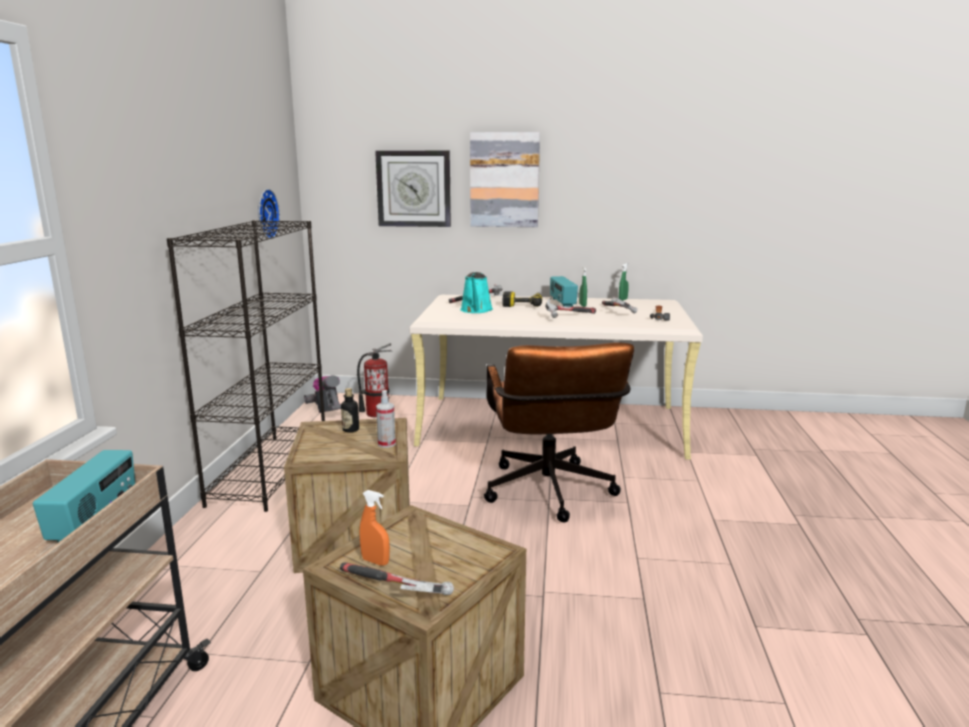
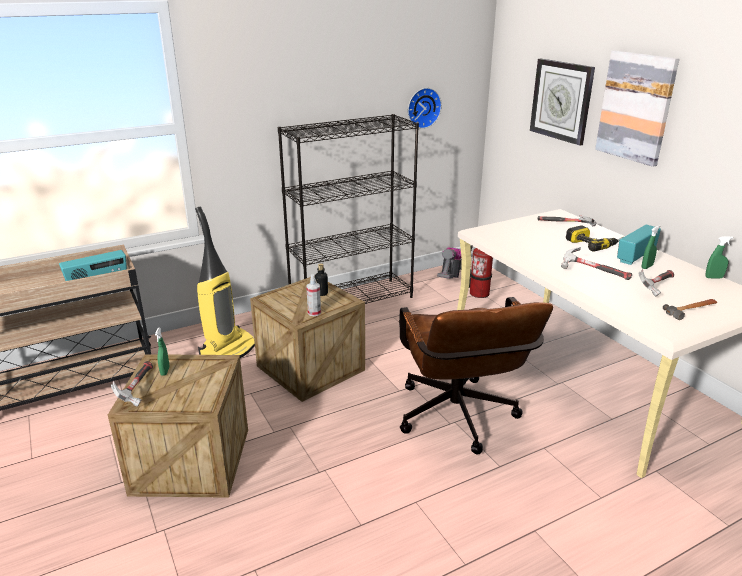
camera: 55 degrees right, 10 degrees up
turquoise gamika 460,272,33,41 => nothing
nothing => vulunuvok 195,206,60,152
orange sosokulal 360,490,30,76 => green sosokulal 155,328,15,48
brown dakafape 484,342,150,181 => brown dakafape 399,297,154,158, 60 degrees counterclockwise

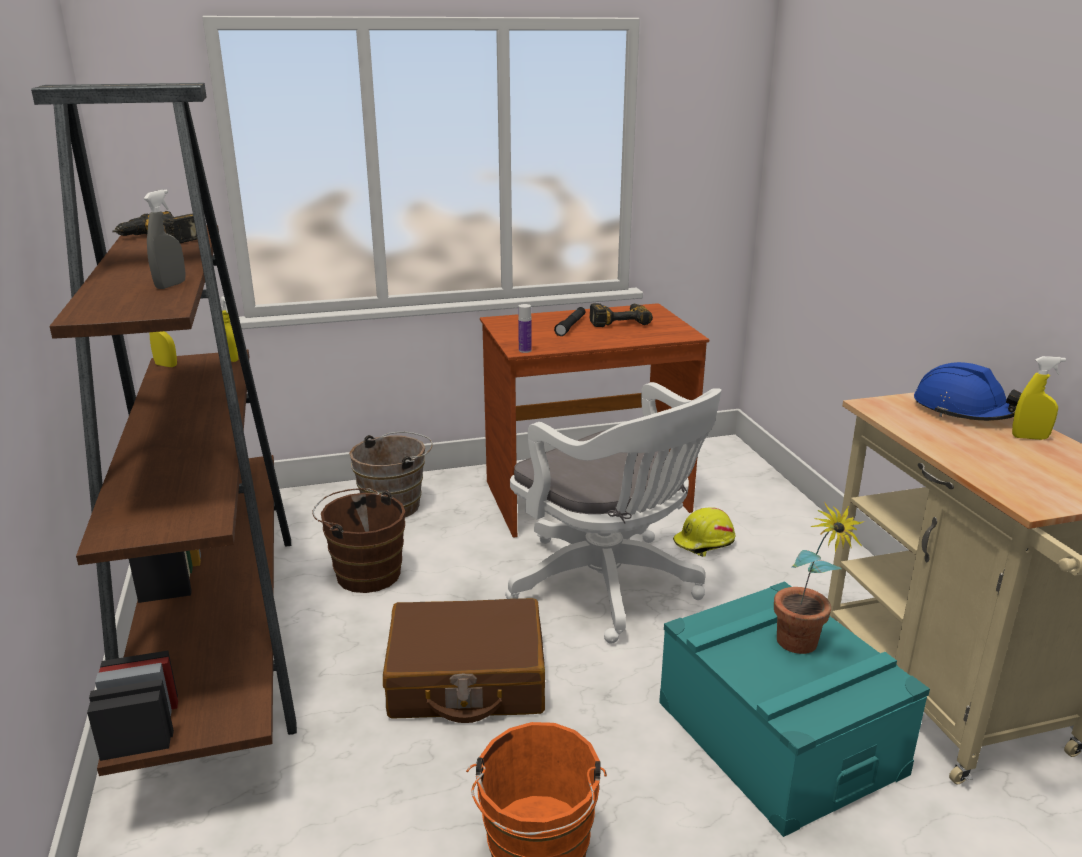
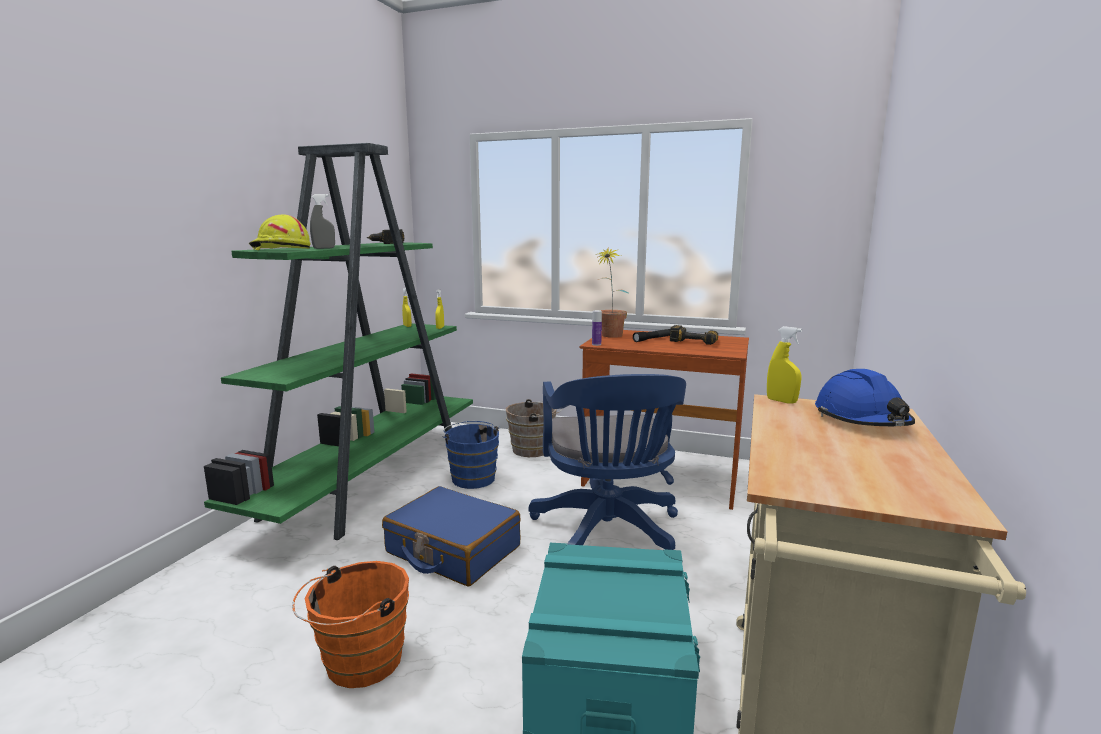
camera: 35 degrees right, 10 degrees down
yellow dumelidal 673,507,63,50 => yellow dumelidal 249,214,62,36, moved
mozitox 774,502,91,152 => mozitox 595,247,35,91, moved
yellow sosokulal 1012,356,54,84 => yellow sosokulal 767,326,35,78, moved
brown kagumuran 31,83,266,693 => green kagumuran 204,143,269,397
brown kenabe 312,488,93,105 => blue kenabe 442,421,58,68
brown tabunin 383,598,162,125 => blue tabunin 382,486,139,100
white dakafape 505,382,216,262 => blue dakafape 529,374,157,176

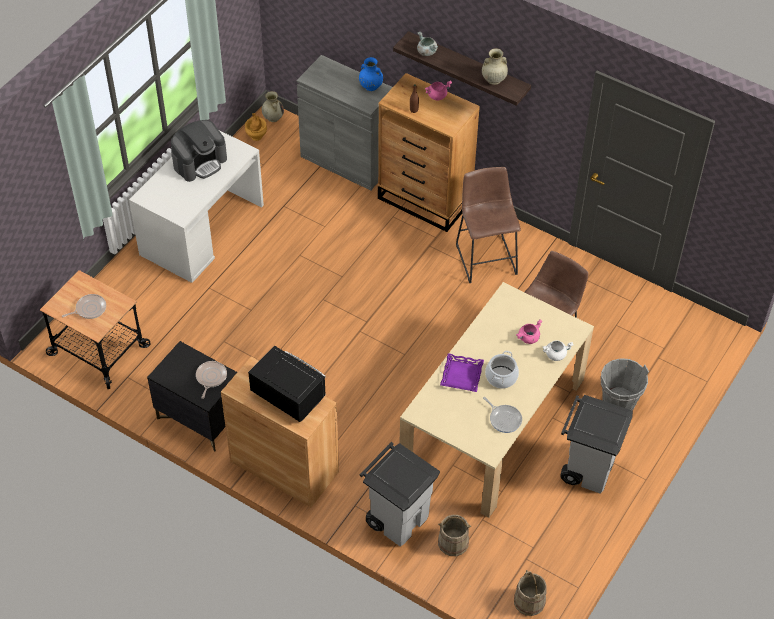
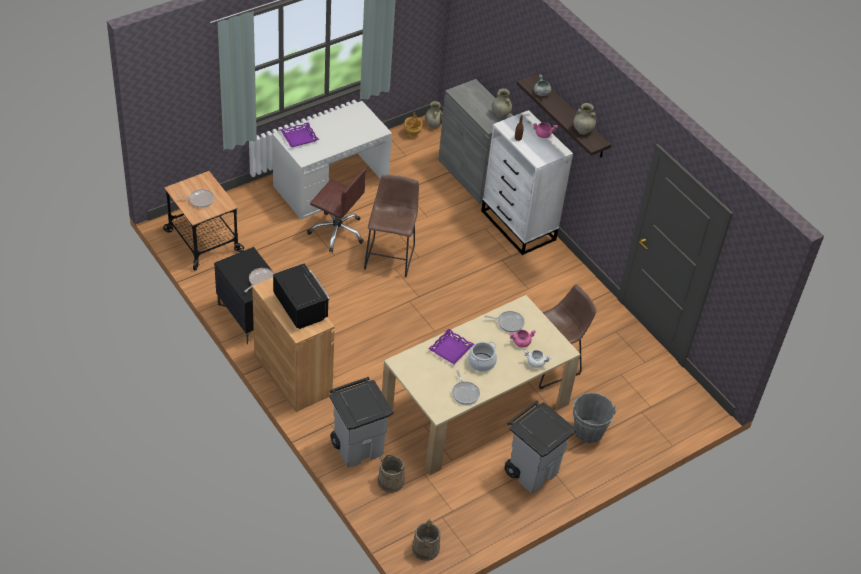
camera: 20 degrees right, 5 degrees down
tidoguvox 171,120,56,62 => nothing
nothing => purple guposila 280,122,39,25
nothing => brown dakafape 307,168,59,84
nothing => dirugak 484,311,41,21
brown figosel 456,167,65,116 => brown figosel 364,174,55,103, moved
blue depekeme 359,57,24,34 => beige depekeme 492,88,21,30
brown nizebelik 378,73,102,159 => white nizebelik 481,110,92,145

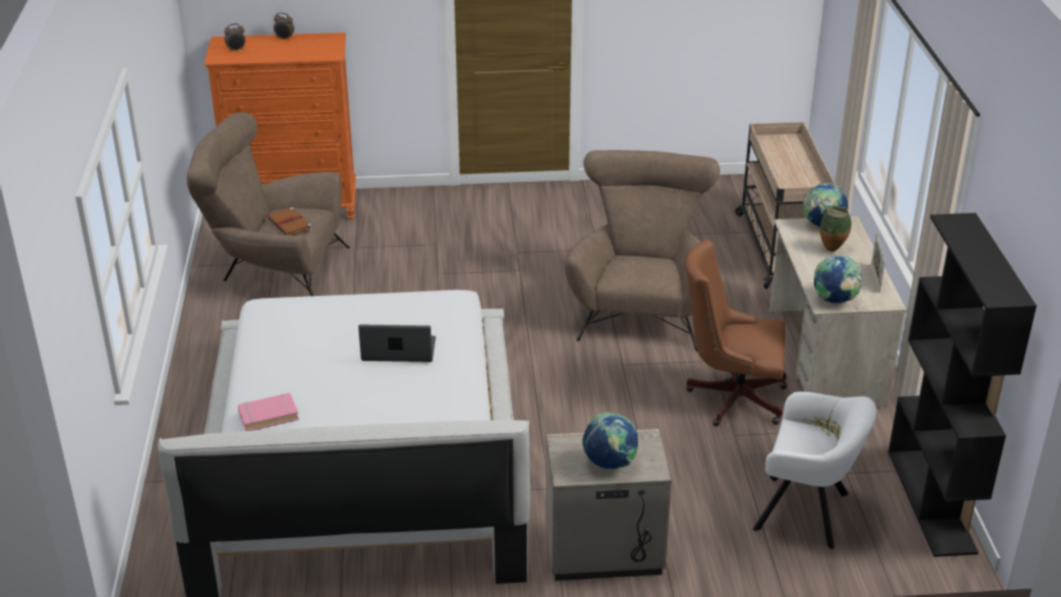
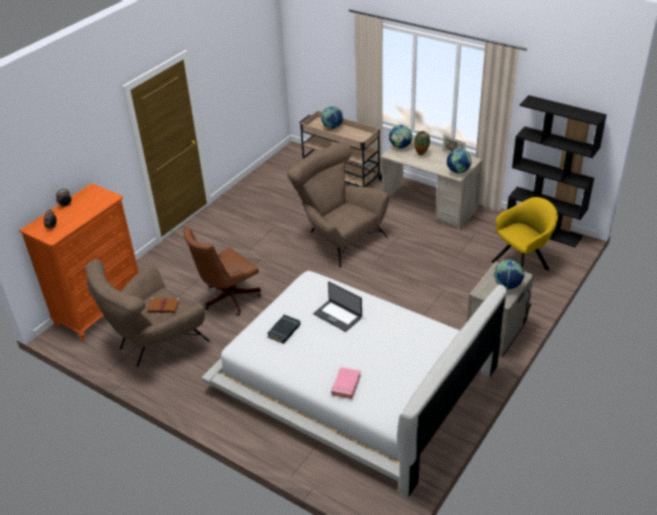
camera: 50 degrees left, 5 degrees up
nothing => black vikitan 267,315,33,29
nothing => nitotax 321,106,22,23
brown dakafape 684,240,103,186 => brown dakafape 184,227,77,89, moved
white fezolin 753,392,124,157 => yellow fezolin 491,197,67,73
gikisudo 358,325,78,37 => gikisudo 313,281,49,51, 90 degrees counterclockwise

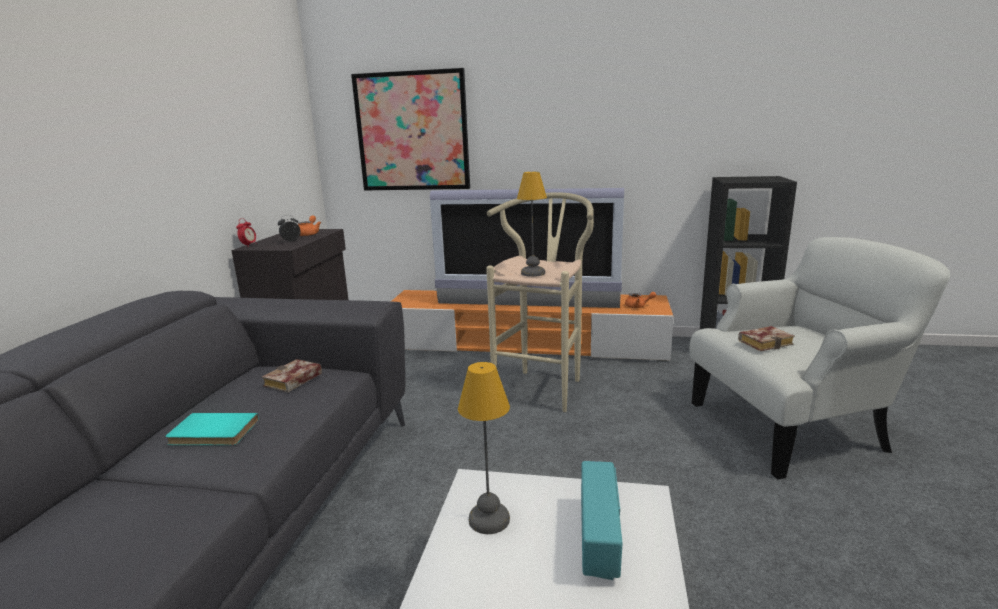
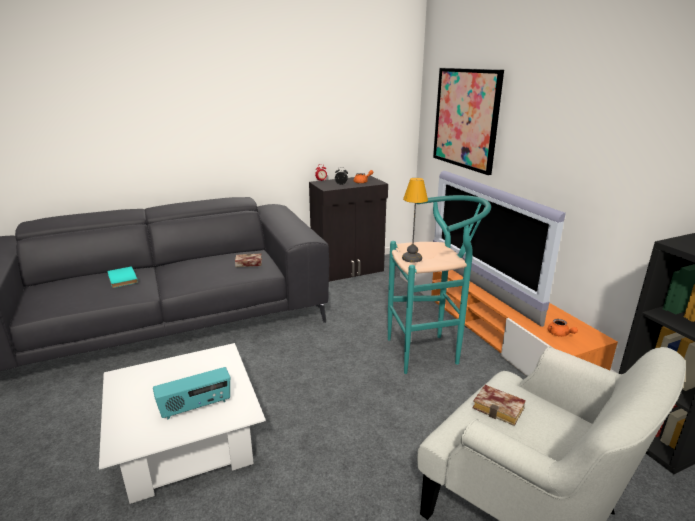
camera: 55 degrees right, 5 degrees up
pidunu 458,362,52,172 => nothing
turquoise vikitan 165,413,94,32 => turquoise vikitan 108,266,30,22, moved
beige figosel 486,192,108,220 => turquoise figosel 388,195,103,179

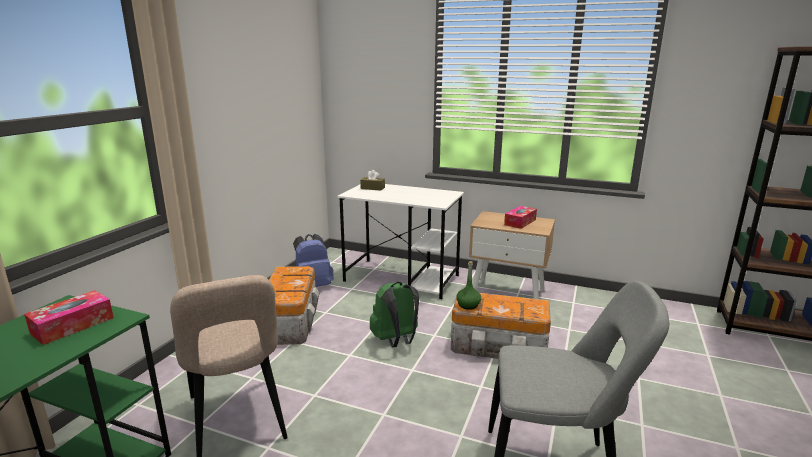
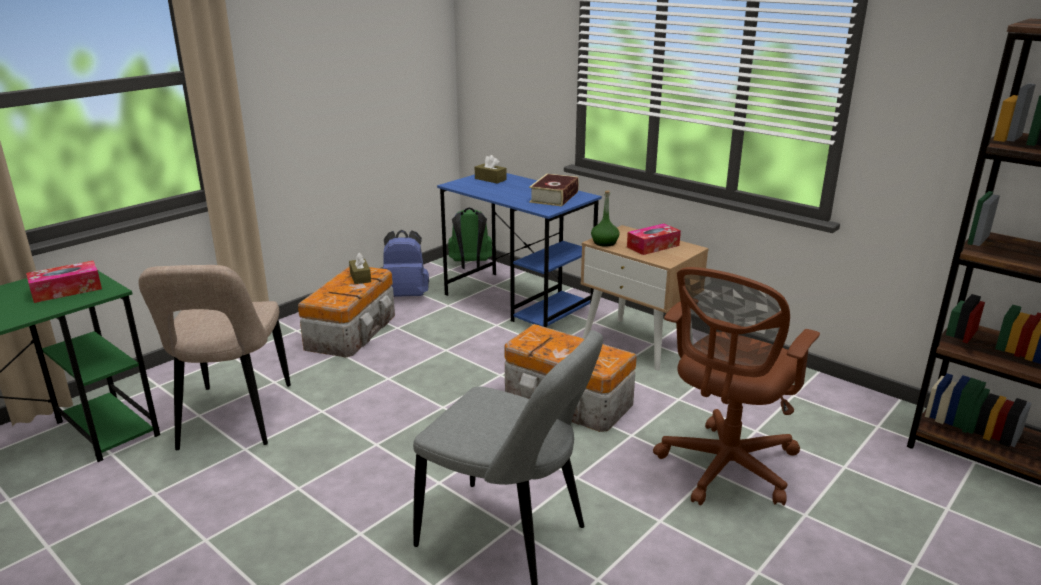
camera: 20 degrees right, 5 degrees up
nothing => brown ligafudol 349,253,22,31
nothing => vikitan 529,174,50,32
nothing => brown dakafape 653,267,167,238
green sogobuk 370,282,49,65 => green sogobuk 448,207,44,62, moved
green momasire 456,261,25,49 => green momasire 591,190,29,57, moved
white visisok 337,184,127,115 => blue visisok 437,173,165,155

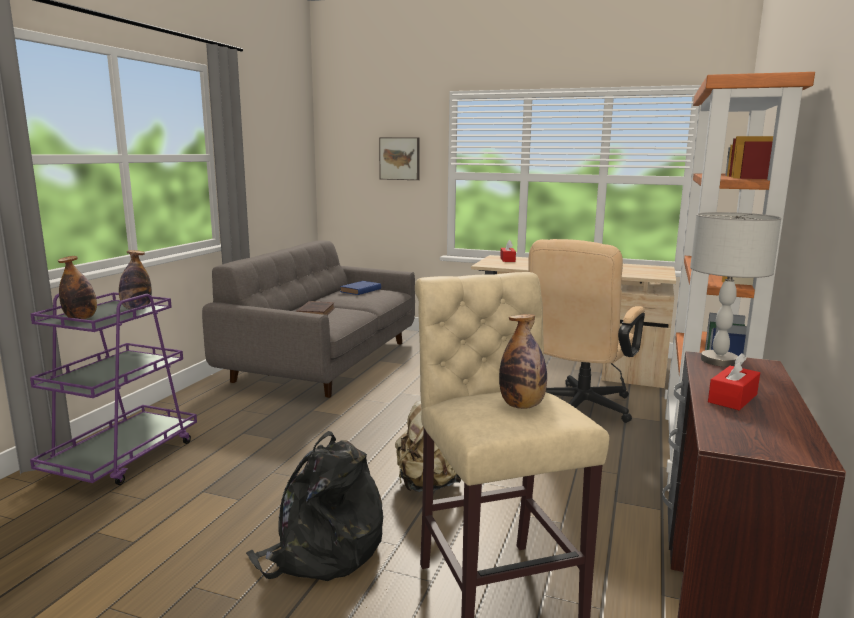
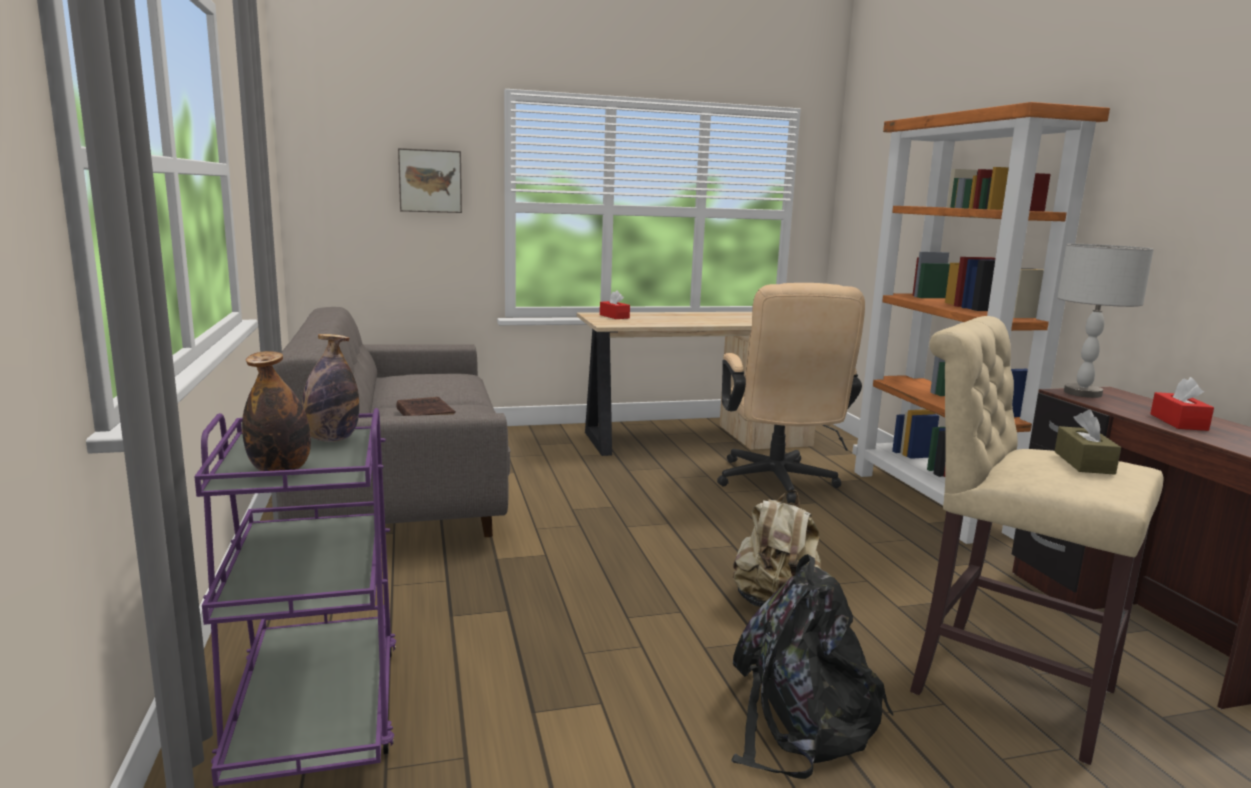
camera: 35 degrees left, 0 degrees up
blue vikitan 340,281,41,14 => nothing
momasire 499,314,48,95 => brown ligafudol 1055,410,66,65

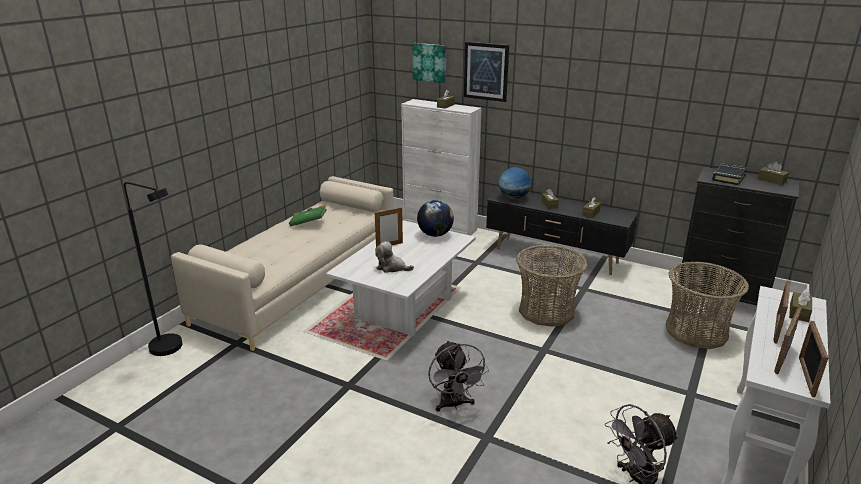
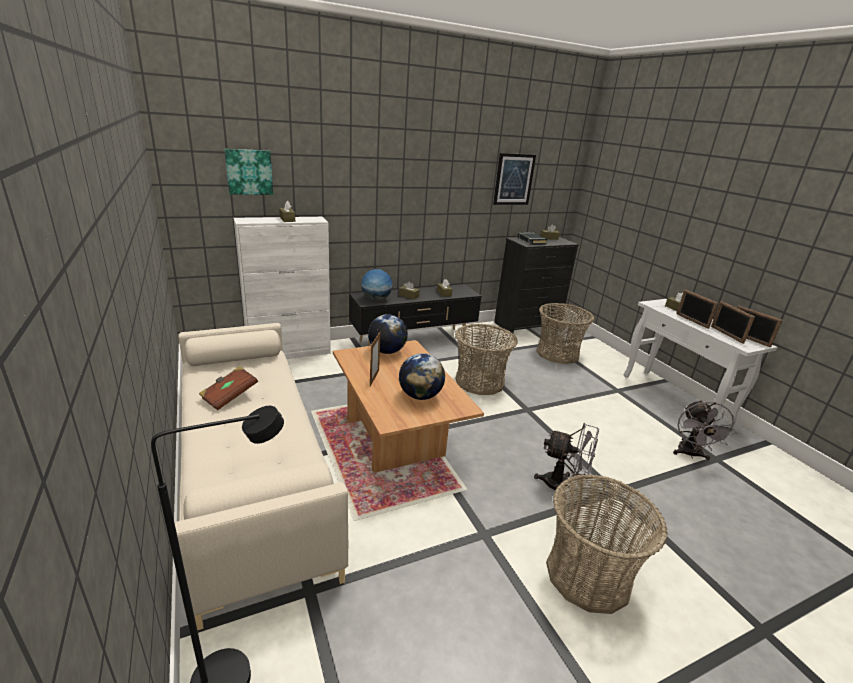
camera: 55 degrees left, 0 degrees up
nothing => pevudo 546,474,122,140
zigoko 464,42,45,60 => zigoko 493,153,43,52, moved
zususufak 375,241,39,32 => nitotax 399,353,46,47
green vikitan 289,205,38,22 => brown vikitan 199,366,59,45
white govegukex 326,220,150,117 => brown govegukex 333,340,151,133

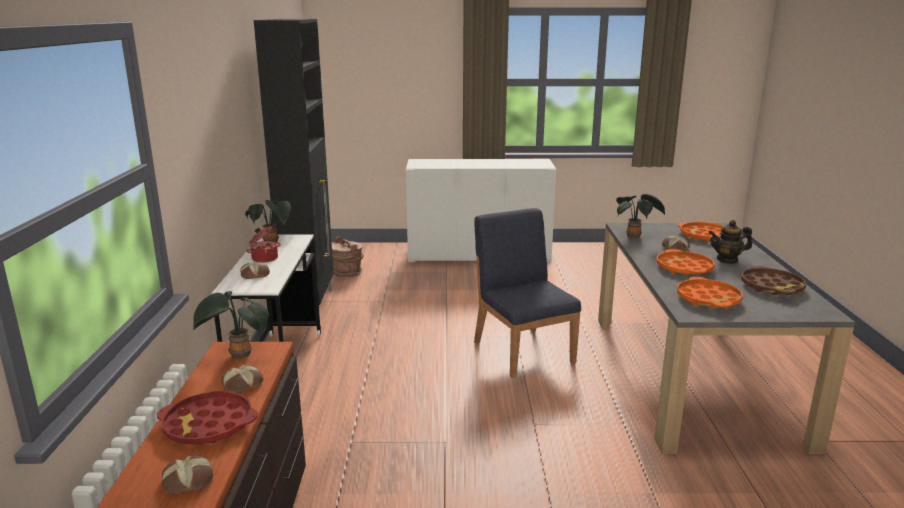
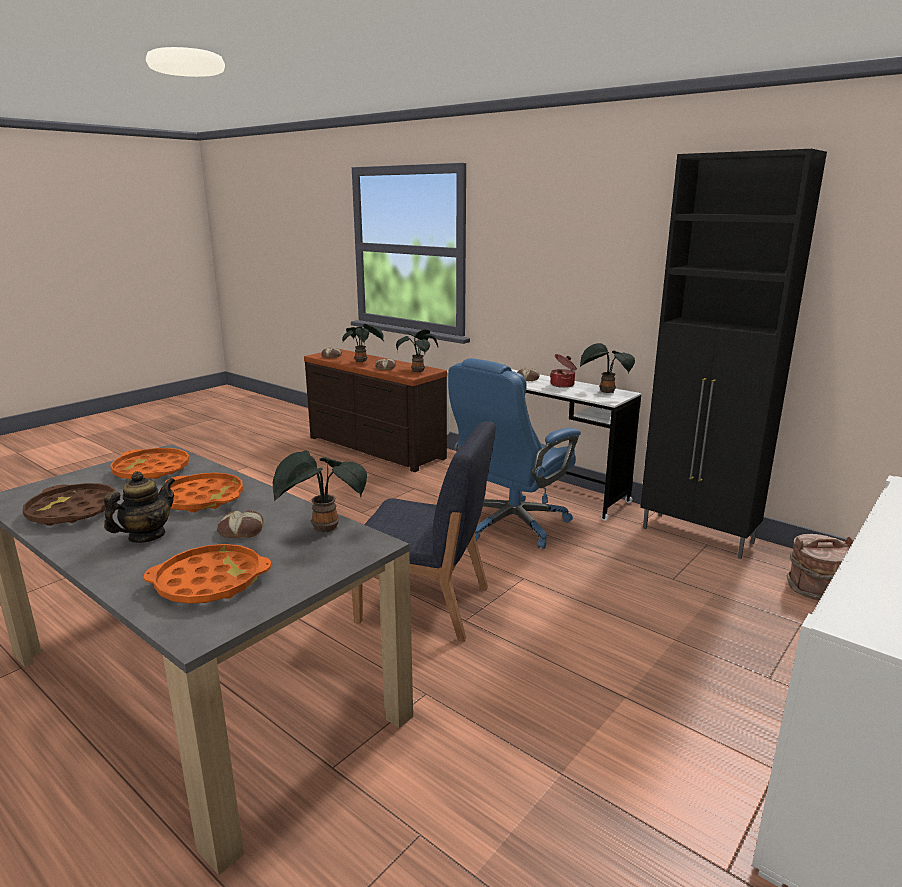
camera: 130 degrees right, 0 degrees up
nothing => blue dakafape 448,358,133,191
red guposila 157,391,101,54 => mozitox 342,324,42,38

